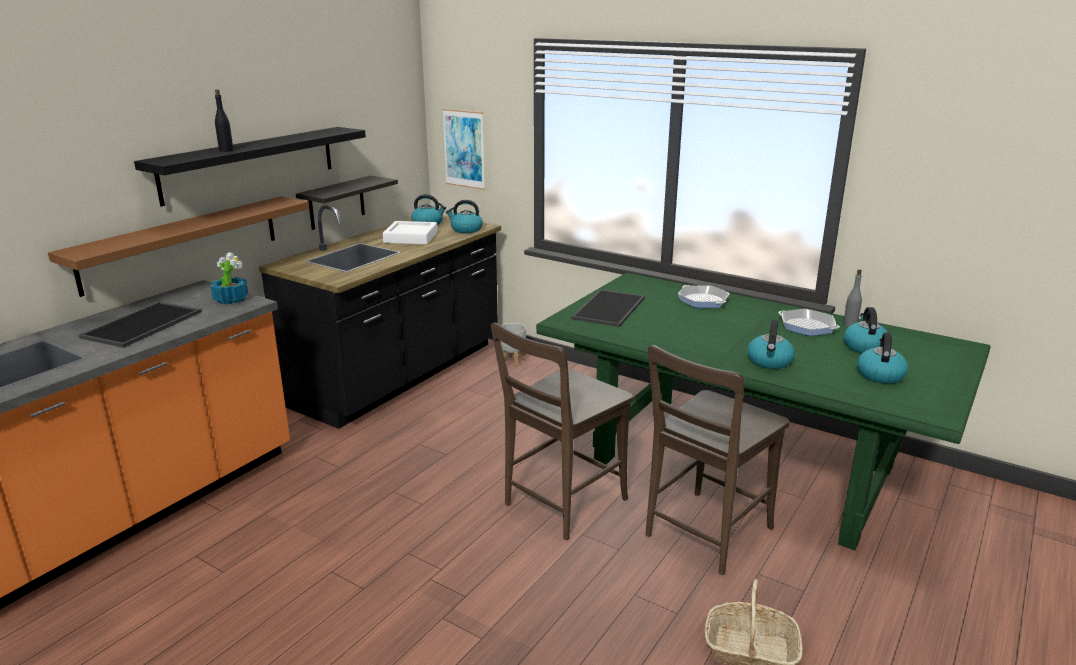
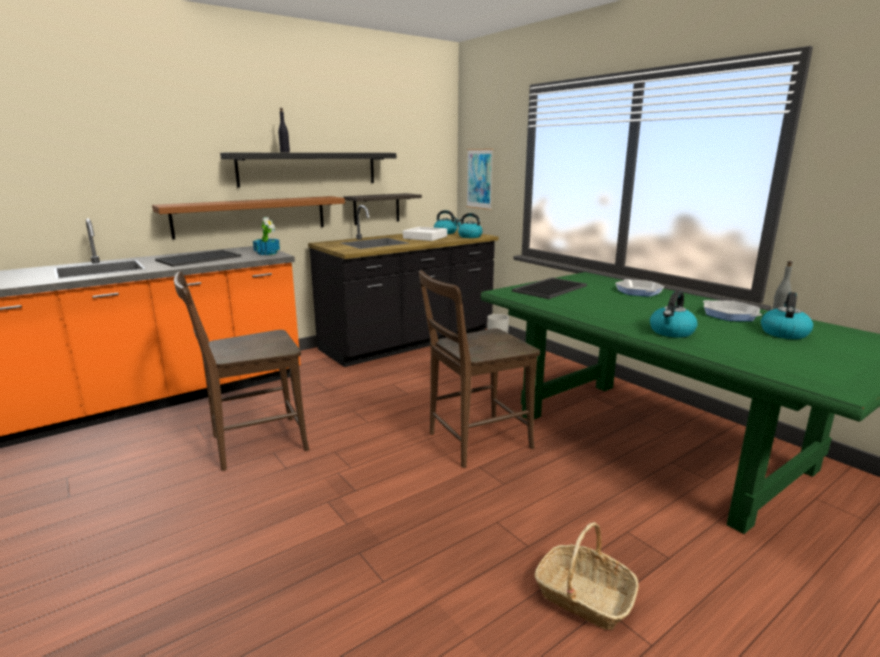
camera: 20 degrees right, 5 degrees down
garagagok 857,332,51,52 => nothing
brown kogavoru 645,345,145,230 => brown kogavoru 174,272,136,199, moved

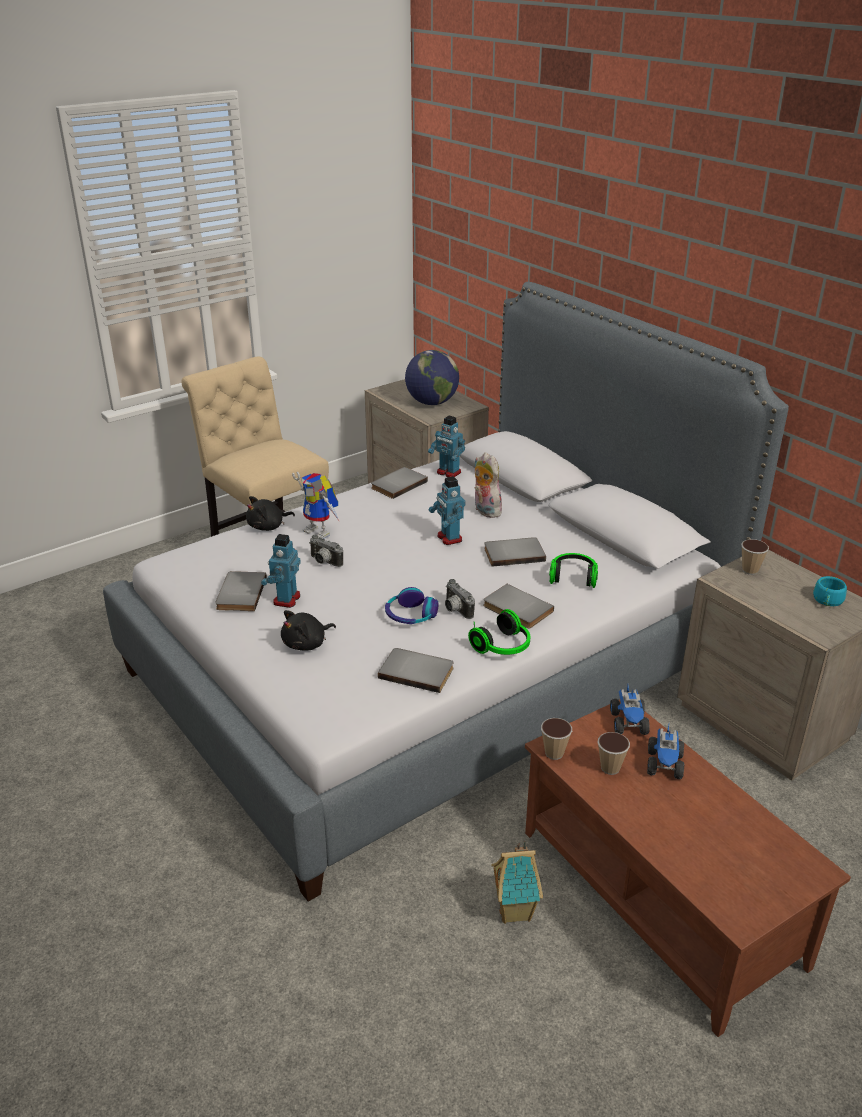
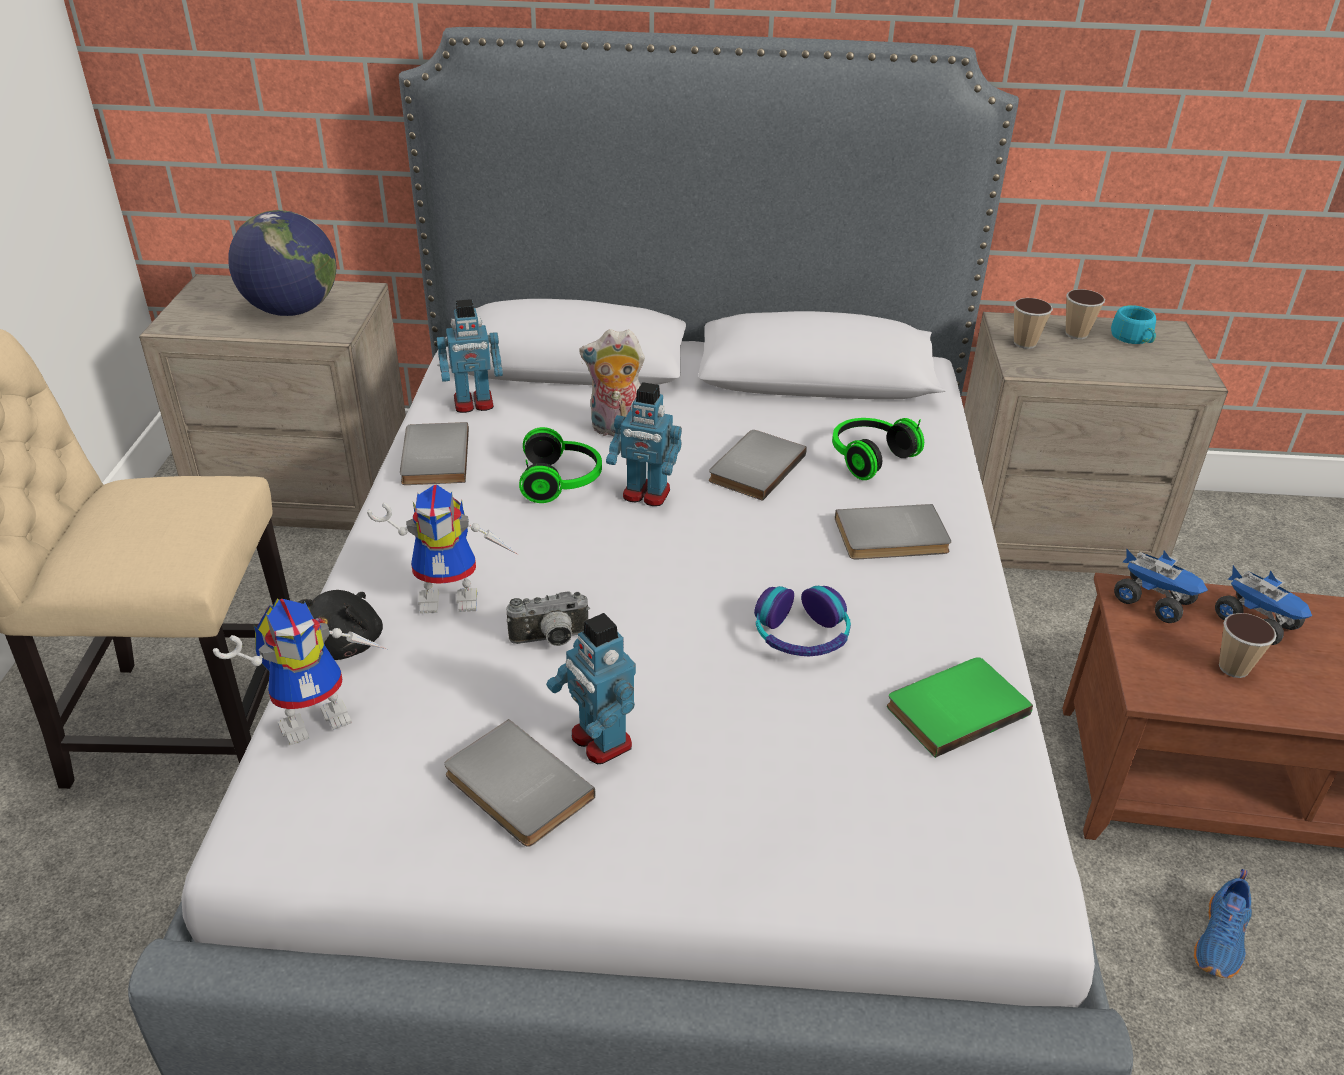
camera: 50 degrees left, 5 degrees up
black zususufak 281,610,55,40 => nothing
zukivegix 445,579,30,40 => nothing
nothing => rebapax 213,598,174,147
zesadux 468,609,62,46 => zesadux 519,427,83,76, moved
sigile 541,718,31,42 => sigile 1066,289,39,50, moved
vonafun 492,841,51,83 => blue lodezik 1194,869,58,109
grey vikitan 378,648,76,45 => green vikitan 887,657,146,101

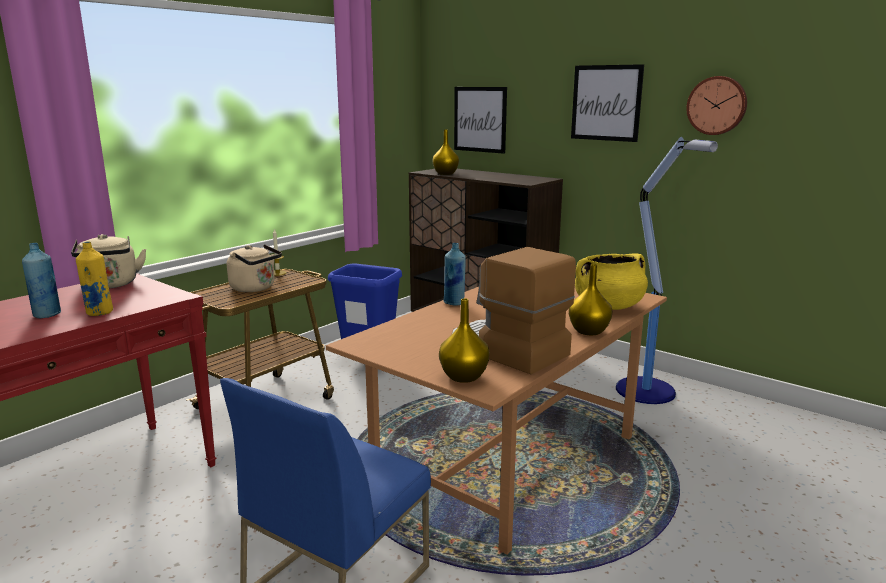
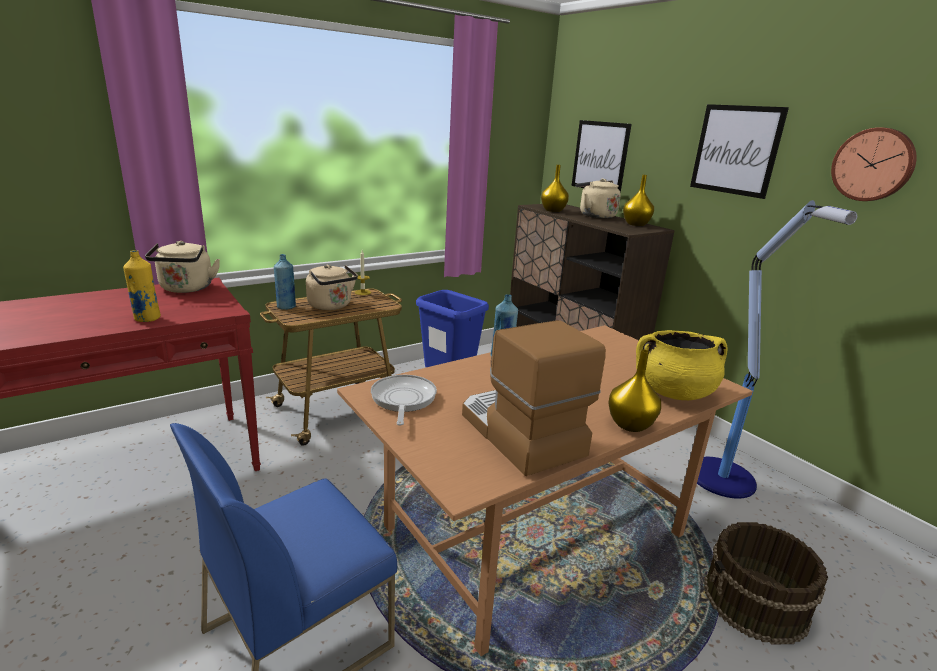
camera: 15 degrees right, 5 degrees up
nothing => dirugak 371,375,66,51
nothing => beige garagagok 576,179,45,39
nothing => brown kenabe 704,522,124,123
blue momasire 22,243,39,75 => blue momasire 274,254,22,56, moved
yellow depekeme 439,298,51,85 => yellow depekeme 623,175,31,51, moved

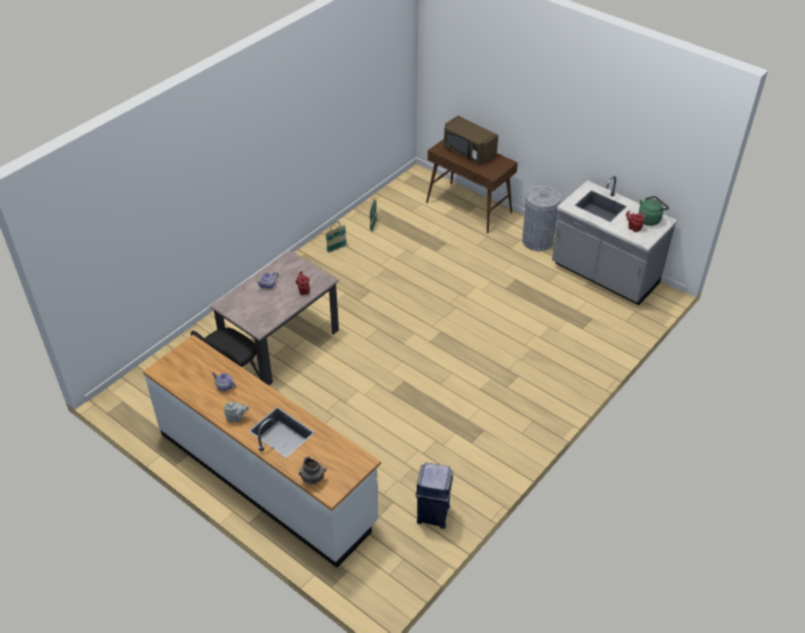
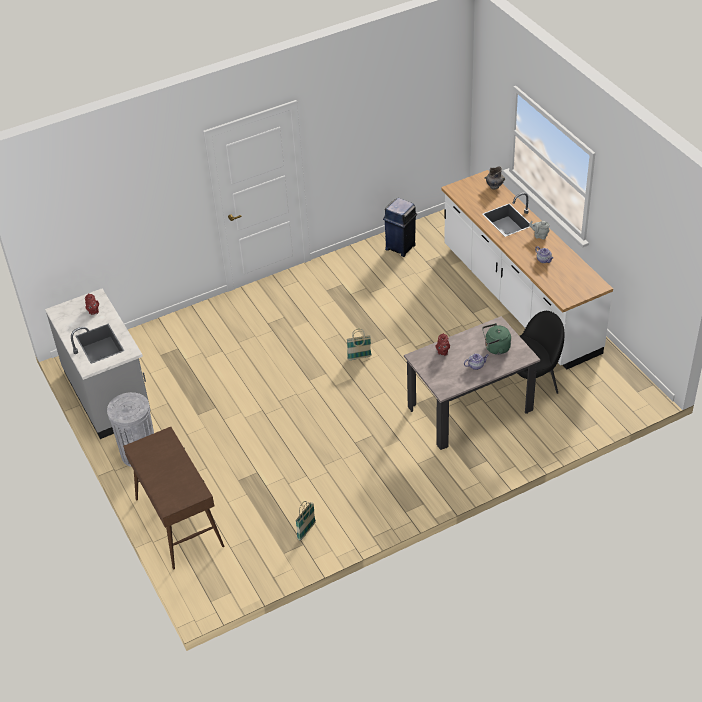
camera: 155 degrees left, 0 degrees up
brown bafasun 444,116,54,48 => nothing
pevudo 325,221,22,32 => pevudo 346,329,26,31, moved
green garagagok 638,196,31,30 => green garagagok 482,323,29,32, moved

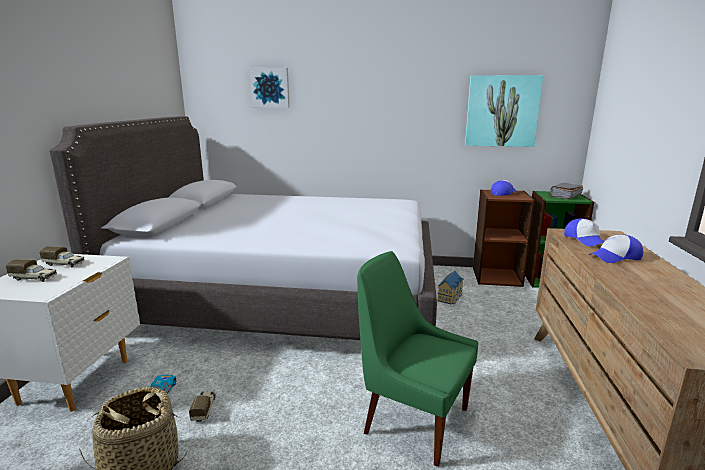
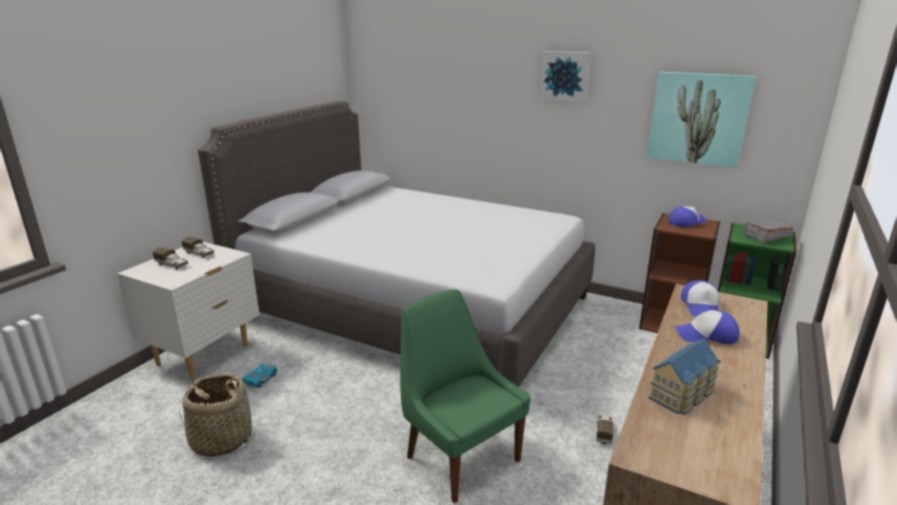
camera: 20 degrees right, 5 degrees up
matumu 189,390,27,33 => matumu 596,414,18,31, moved
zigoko 250,68,40,40 => zigoko 540,51,51,51, moved
vonafun 437,271,27,33 => vonafun 649,339,72,76, moved

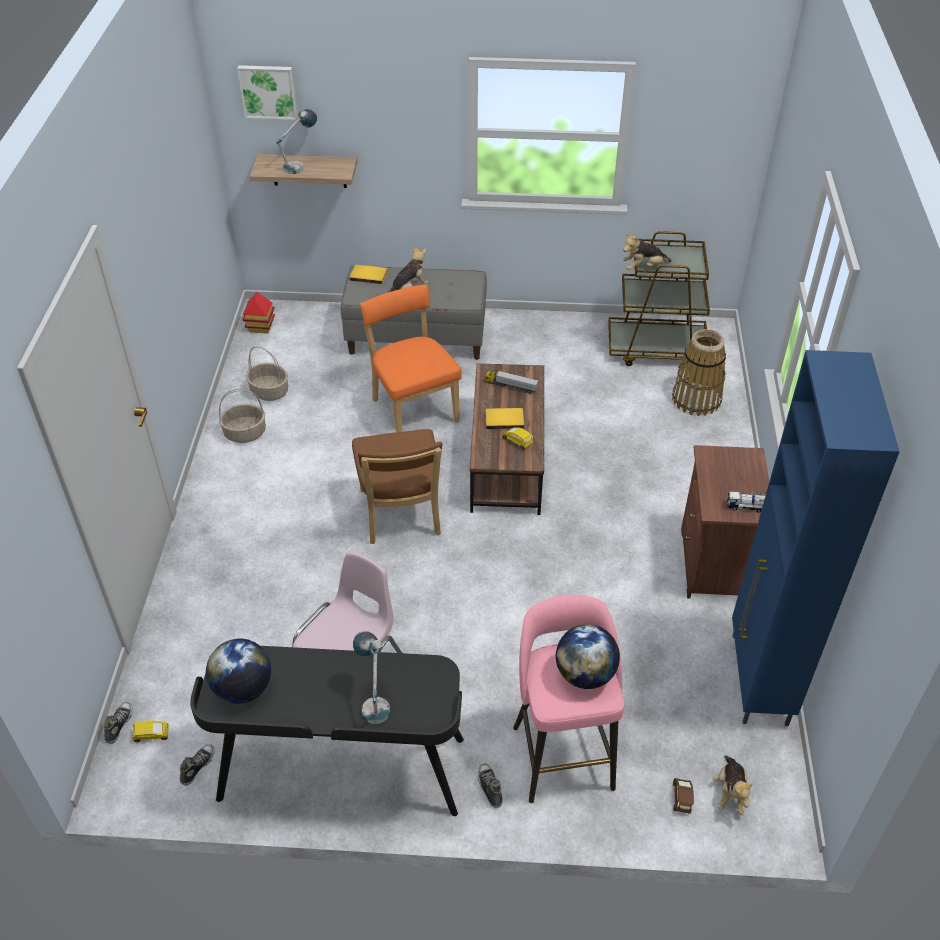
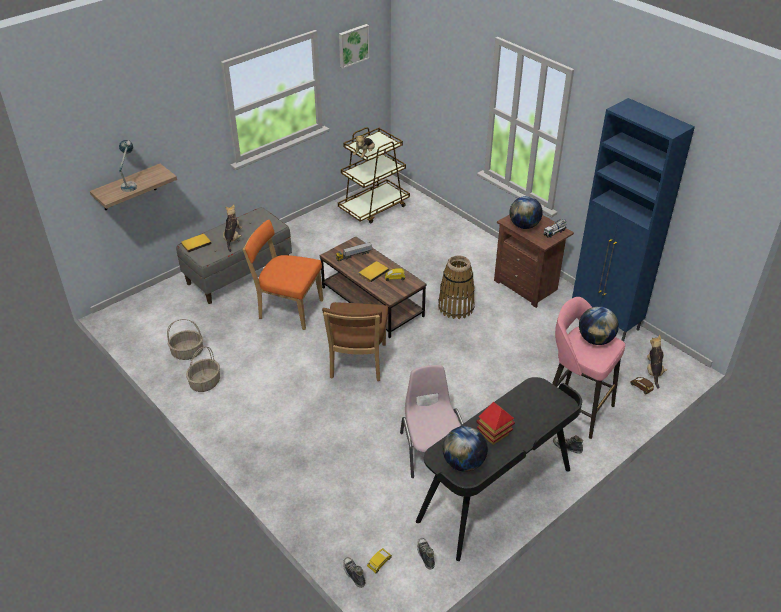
camera: 45 degrees left, 5 degrees down
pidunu 353,631,37,93 => nothing
nothing => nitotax 510,196,33,33
zigoko 237,65,61,55 => zigoko 339,24,30,44, moved
vonafun 242,292,33,42 => vonafun 476,402,39,43, moved
pevudo 672,329,54,87 => pevudo 438,255,37,64, moved
brown kogavoru 352,429,91,115 => brown kogavoru 322,302,66,79, 60 degrees clockwise
zususufak 713,756,40,59 => zususufak 647,335,20,54, 135 degrees counterclockwise

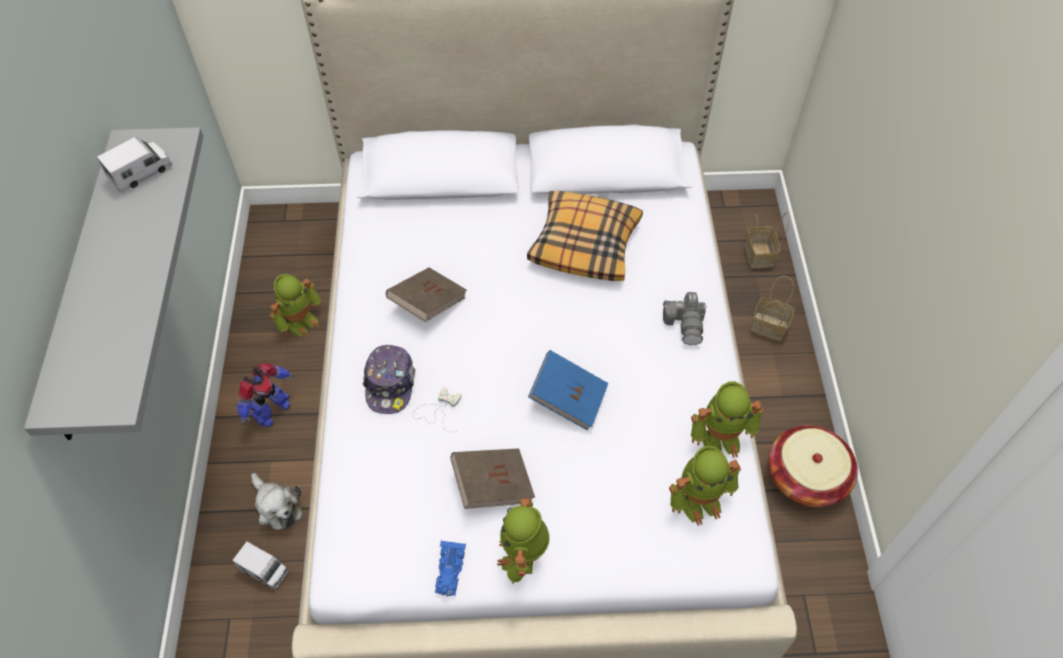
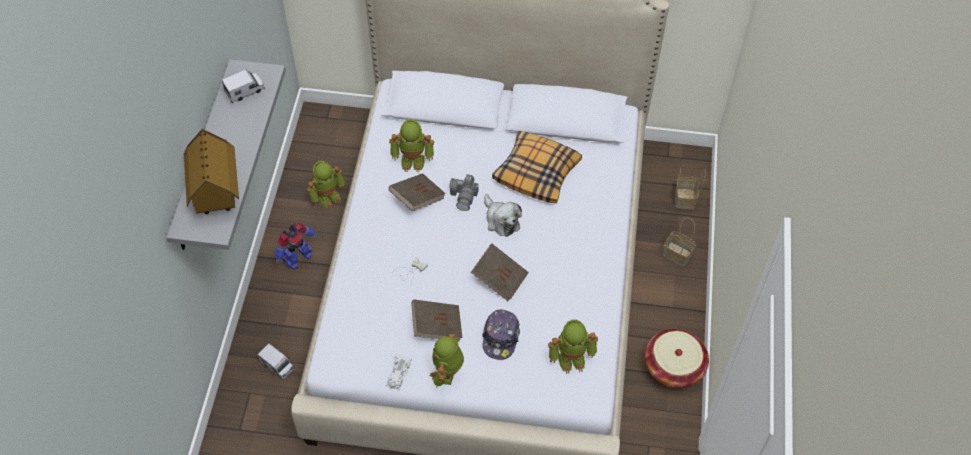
camera: 10 degrees right, 0 degrees up
nothing => vonafun 184,129,55,85
zususufak 251,473,52,57 => zususufak 484,194,38,43, moved
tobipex 363,345,52,69 => tobipex 482,310,38,50, moved
zukivegix 663,292,44,53 => zukivegix 449,174,30,37, moved
rebapax 691,381,73,77 => rebapax 389,119,45,53, moved
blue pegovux 435,541,31,55 => white pegovux 387,354,25,35
blue vikitan 528,350,80,80 => brown vikitan 471,244,58,57

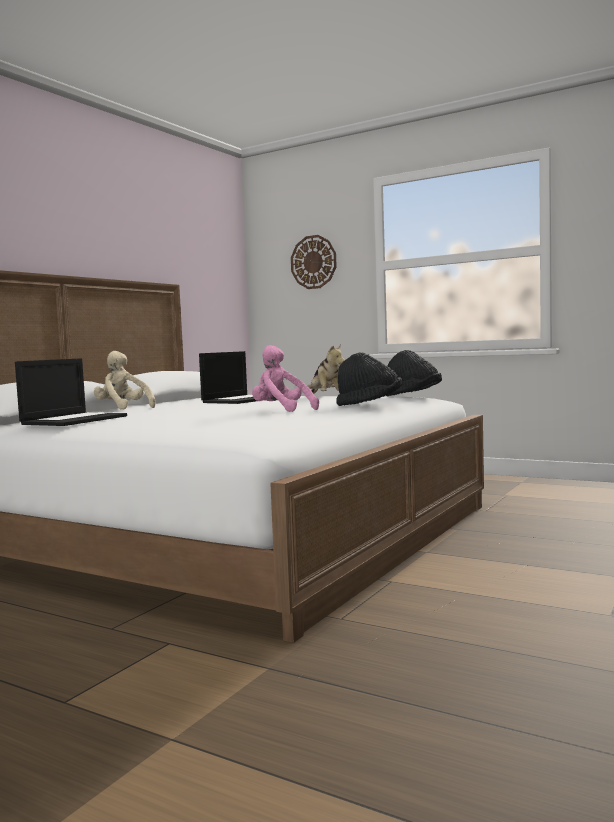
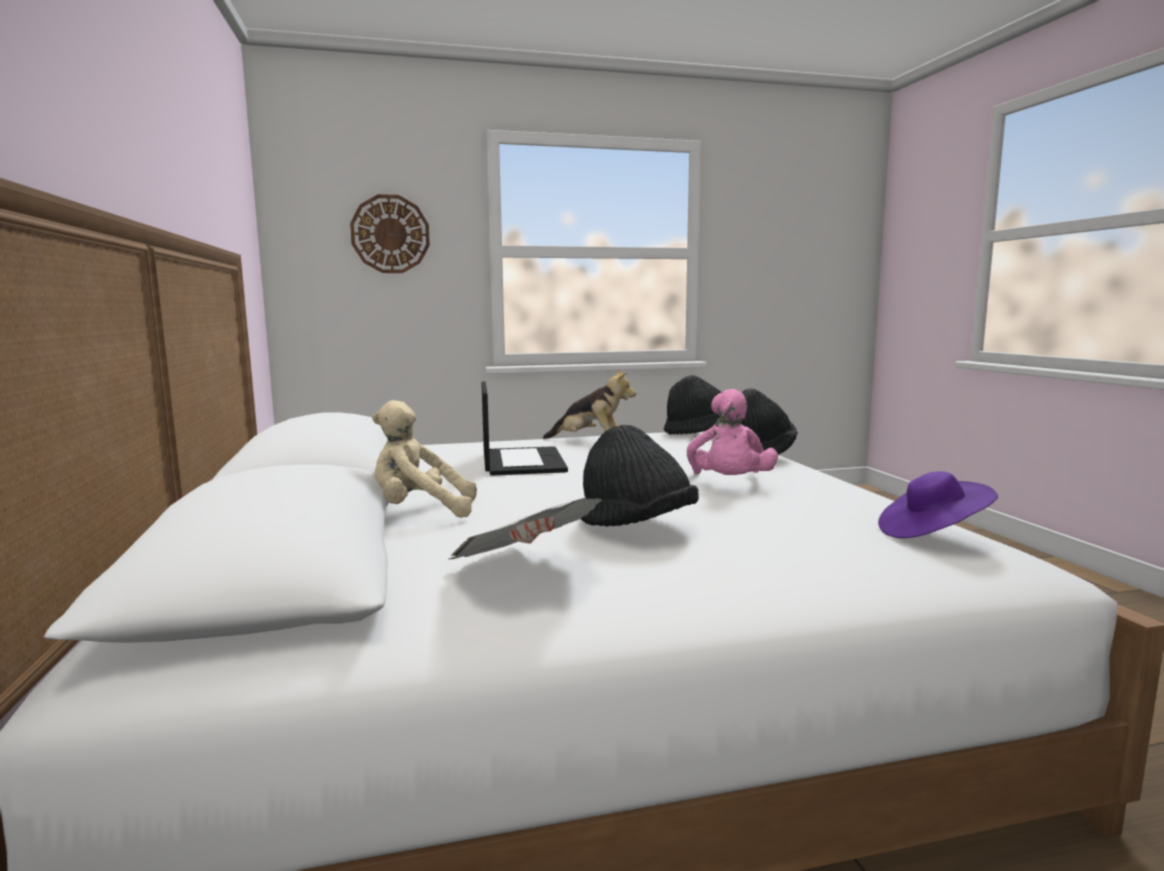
camera: 45 degrees left, 5 degrees up
nothing => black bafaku 581,425,118,101
nothing => purple bafaku 878,471,120,67
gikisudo 15,358,112,68 => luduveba 449,498,153,61
pink zususufak 252,345,67,67 => pink zususufak 687,389,91,86, 75 degrees counterclockwise

